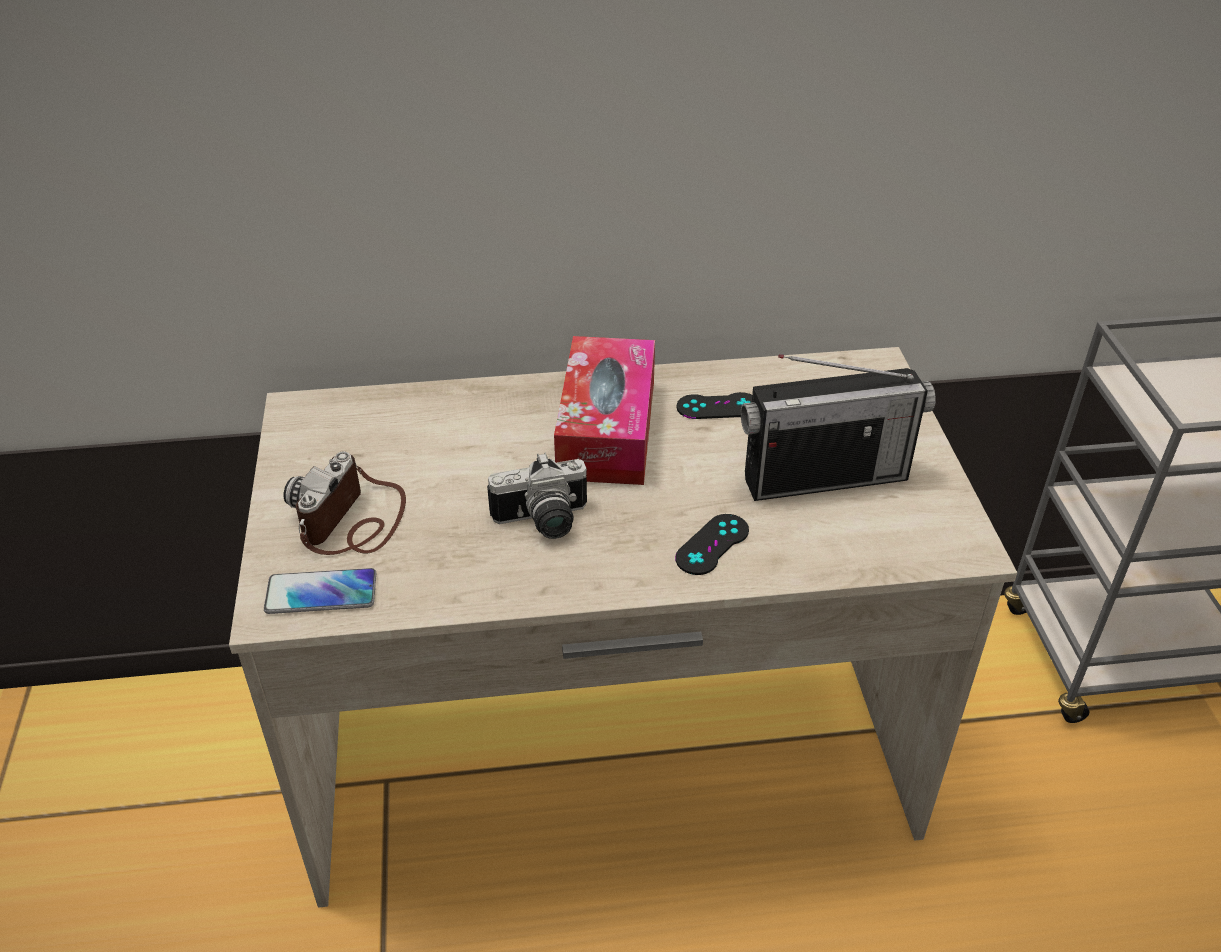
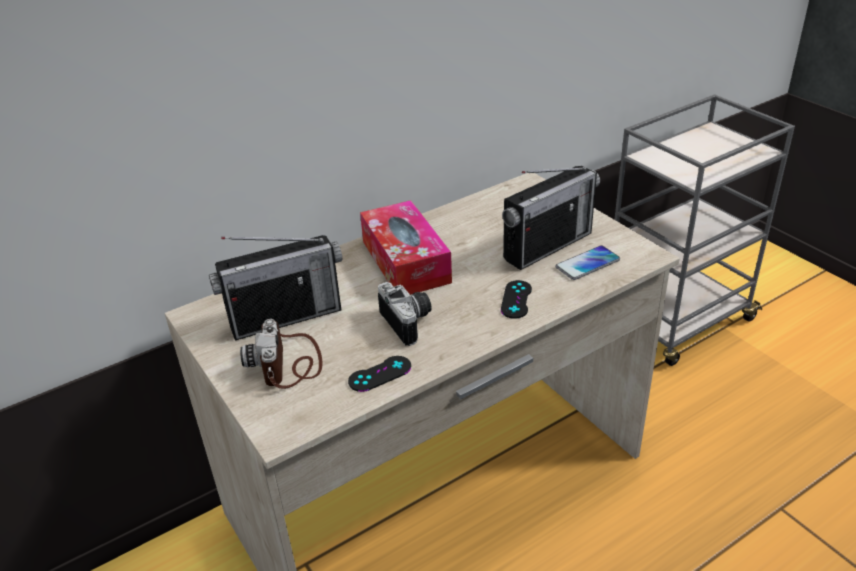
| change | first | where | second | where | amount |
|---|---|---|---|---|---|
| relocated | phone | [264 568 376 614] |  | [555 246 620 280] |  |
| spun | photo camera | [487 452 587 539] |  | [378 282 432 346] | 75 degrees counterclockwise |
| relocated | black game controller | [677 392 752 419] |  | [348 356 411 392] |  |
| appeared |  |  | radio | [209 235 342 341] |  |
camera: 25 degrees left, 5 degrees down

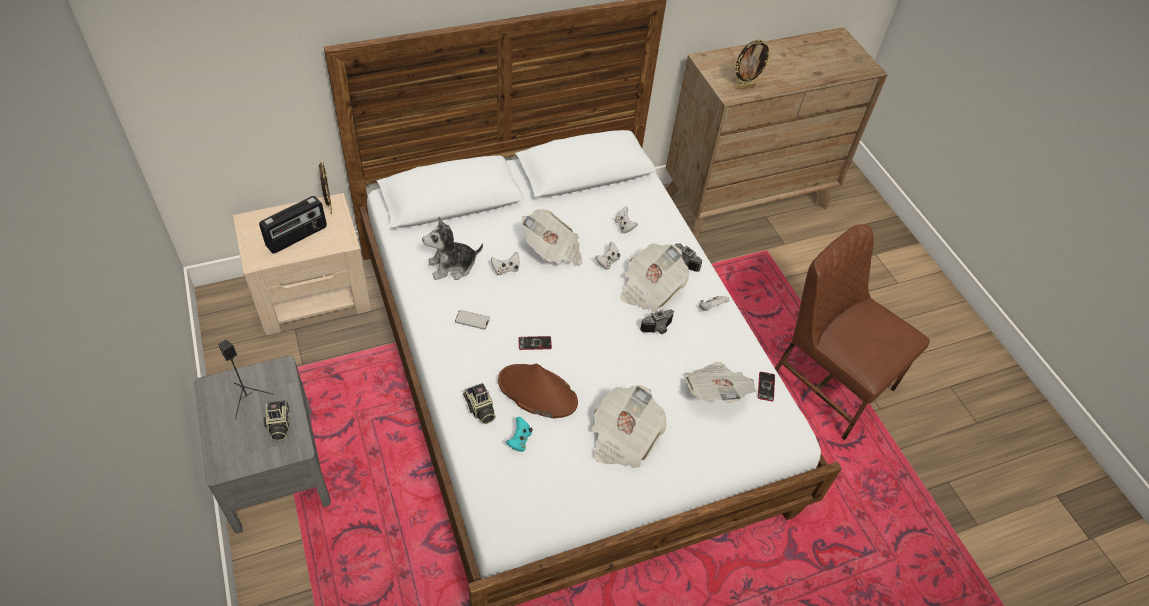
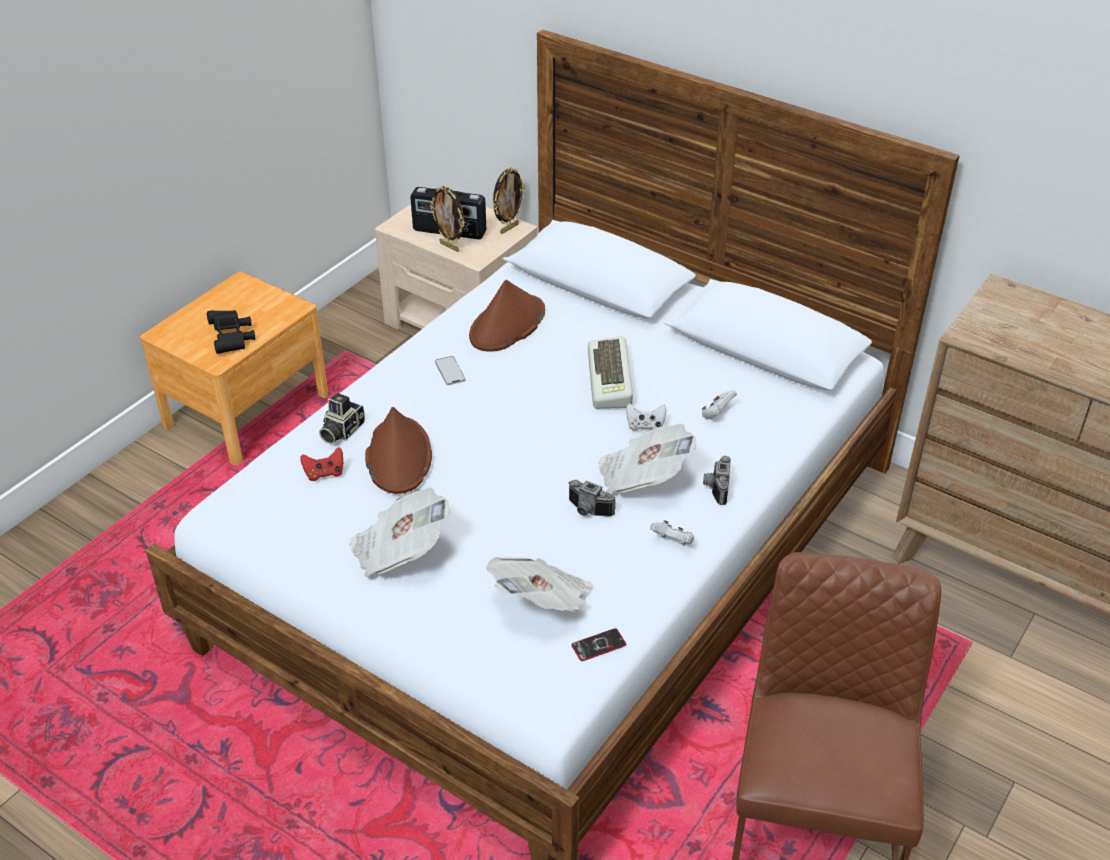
| change | first | where | second | where | amount |
|---|---|---|---|---|---|
| colour | grey nightstand | [194 356 331 533] | brown nightstand | [140 272 329 465] |  |
| missing | black speaker | [218 340 274 419] |  |  |  |
| exchanged | photo camera | [263 400 290 441] | black binoculars | [207 310 255 354] |  |
| exchanged | plush toy | [422 217 483 280] | brown hat | [469 280 545 352] |  |
| missing | white game controller | [491 252 519 275] |  |  |  |
| colour | turquoise game controller | [506 417 533 452] | red game controller | [301 447 343 481] |  |
| missing | phone | [518 336 552 350] |  |  |  |
| exchanged | newspaper | [521 209 582 265] | keyboard | [588 336 633 409] |  |
| relocated | picture frame | [735 39 771 89] |  | [430 185 465 252] |  |
camera: 60 degrees right, 10 degrees down

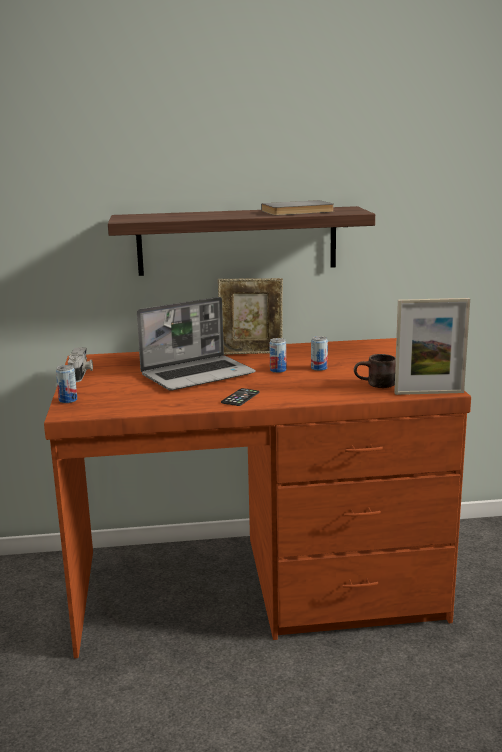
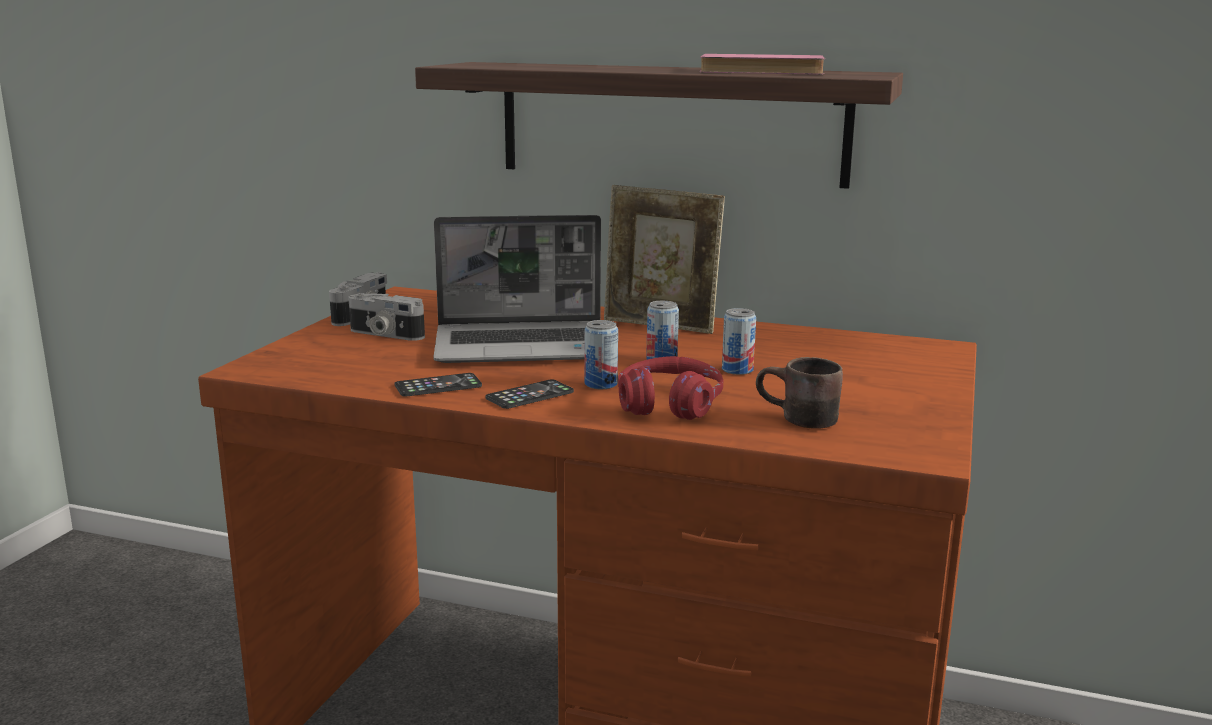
| change | first | where | second | where | amount |
|---|---|---|---|---|---|
| relocated | can | [56 365 77 403] |  | [585 320 618 389] |  |
| colour | grey book | [261 200 334 215] | pink book | [700 54 825 75] |  |
| missing | picture frame | [394 298 470 395] |  |  |  |
| appeared |  |  | photo camera | [348 293 425 341] |  |
| appeared |  |  | phone | [394 373 482 397] |  |
| appeared |  |  | red headphones | [618 356 723 420] |  |
camera: 25 degrees right, 0 degrees up

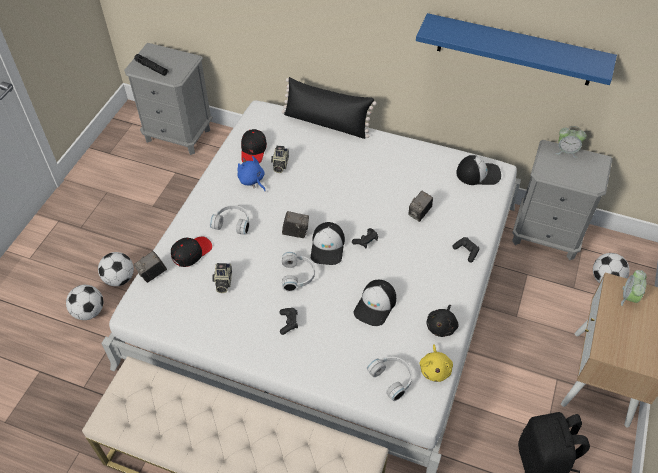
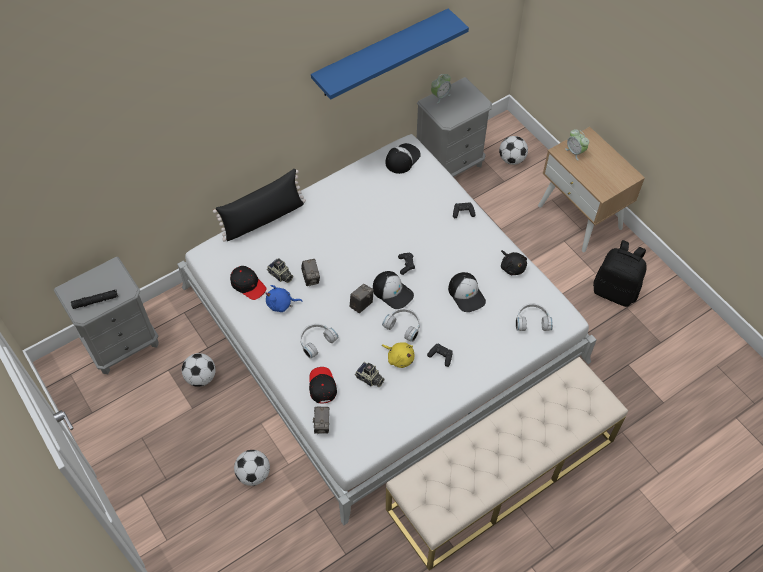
| change | first | where | second | where | amount |
|---|---|---|---|---|---|
| relocated | football | [66 285 103 320] |  | [182 353 216 387] |  |
| relocated | photo camera | [408 191 433 222] |  | [301 259 320 286] |  |
| relocated | yellow plush toy | [419 344 453 382] |  | [382 343 414 368] |  |
camera: 55 degrees left, 5 degrees up

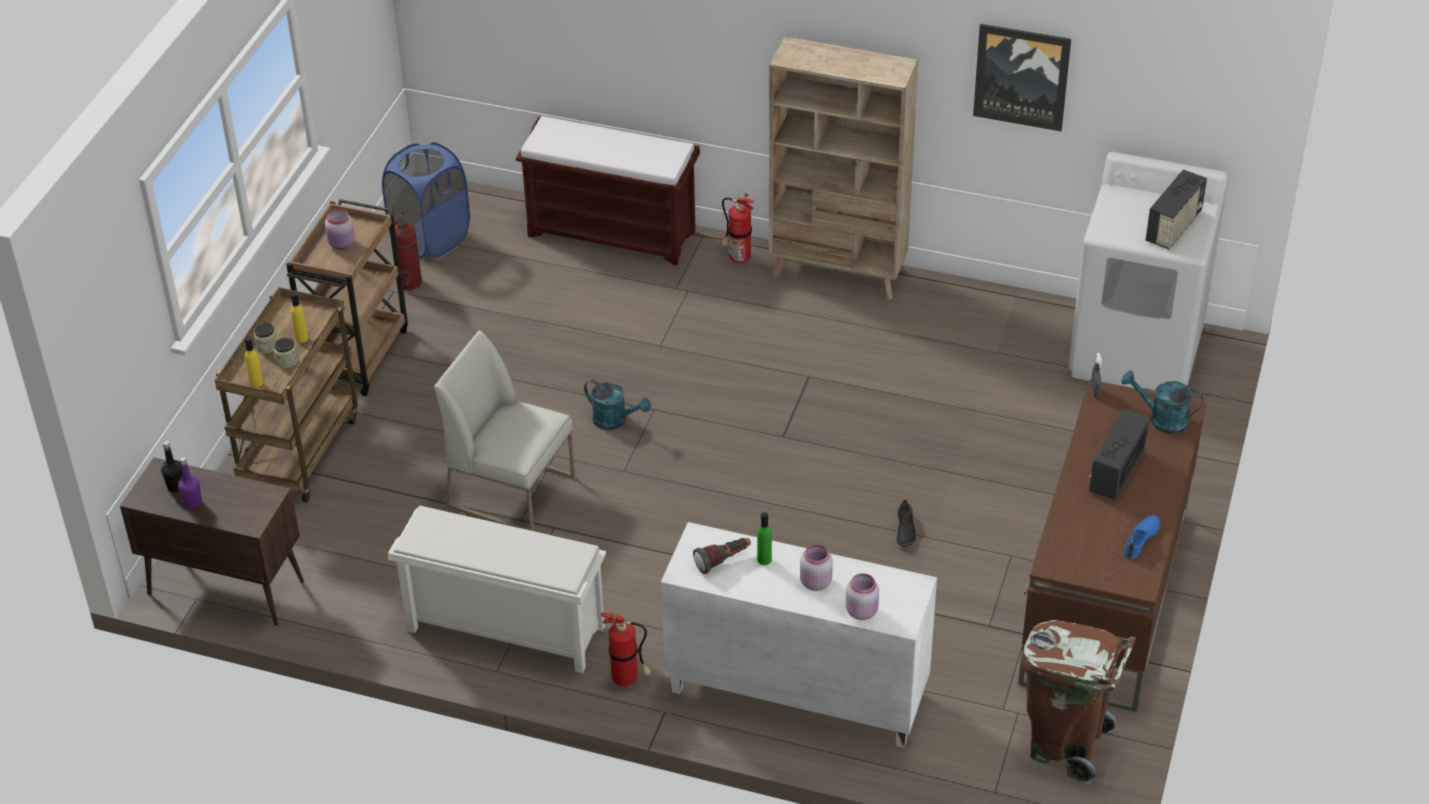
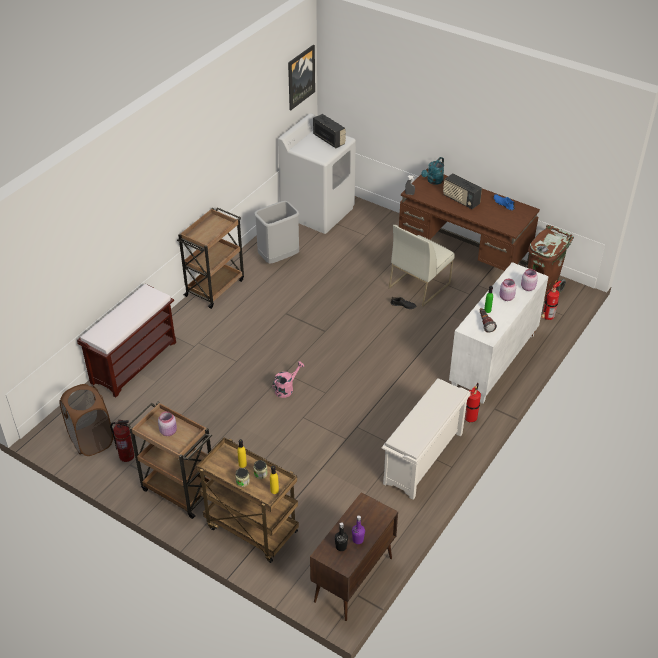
| change | first | where | second | where | amount |
|---|---|---|---|---|---|
| colour | blue laundry basket | [382 142 470 259] | brown laundry basket | [59 384 113 456] |  |
| relocated | white chair | [434 330 575 531] |  | [388 225 455 307] |  |
| colour | turquoise watering can | [584 379 651 430] | pink watering can | [272 361 304 398] |  |
| relocated | fire extinguisher | [721 193 754 263] |  | [541 280 562 320] |  |
| exchanged | beige bookcase | [769 36 918 300] | brown cart | [177 208 244 309] |  |
| relocated | picture | [973 24 1071 131] |  | [288 45 315 110] |  |
| appeared |  |  | grey trash can | [254 201 299 264] |  |
camera: 75 degrees left, 0 degrees up

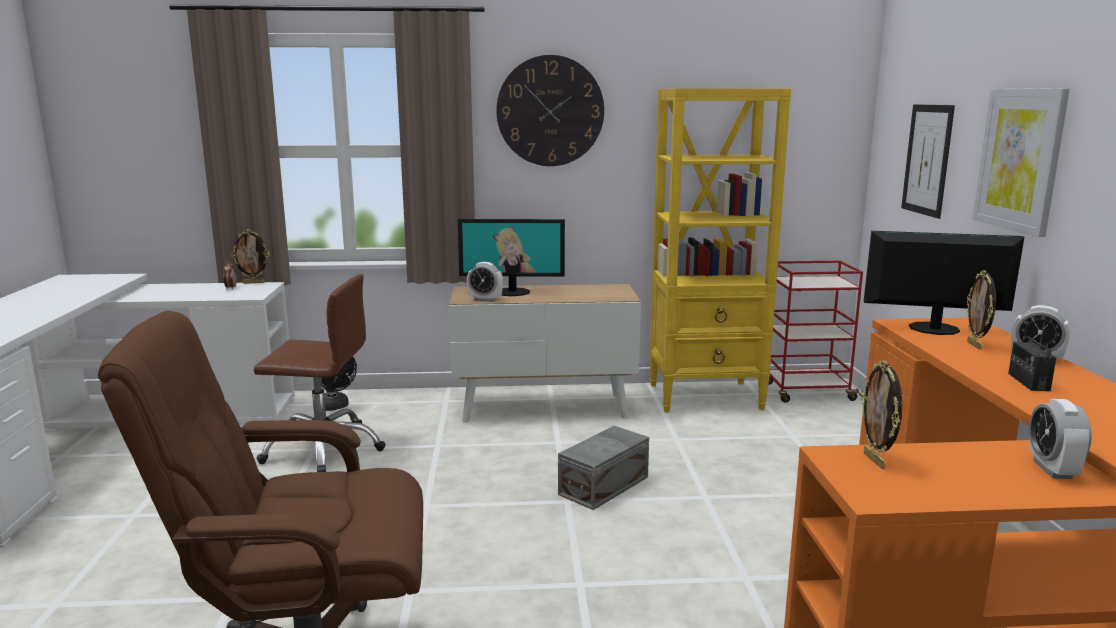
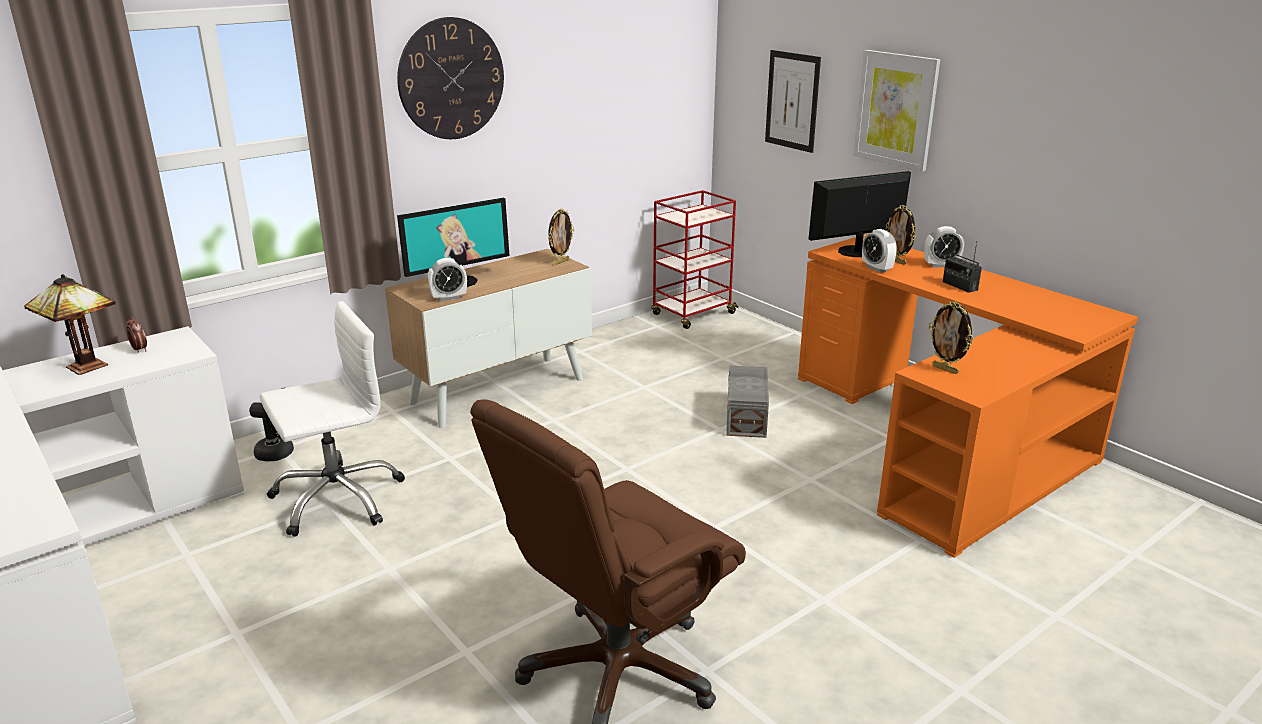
| change | first | where | second | where | amount |
|---|---|---|---|---|---|
| relocated | picture frame | [231 229 270 284] |  | [548 208 574 265] |  |
| colour | brown office chair | [254 274 386 472] | white office chair | [260 301 405 537] |  |
| relocated | grey storage box | [558 426 649 510] |  | [726 365 769 438] |  |
| missing | yellow bookcase | [650 88 791 413] |  |  |  |
| relocated | alarm clock | [1029 399 1092 479] |  | [862 229 897 273] |  |
| appeared |  |  | table lamp | [24 274 116 375] |  |
camera: 35 degrees left, 10 degrees up

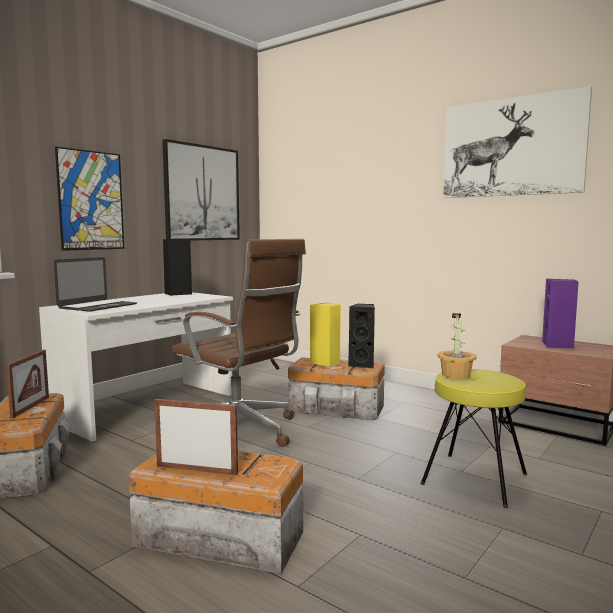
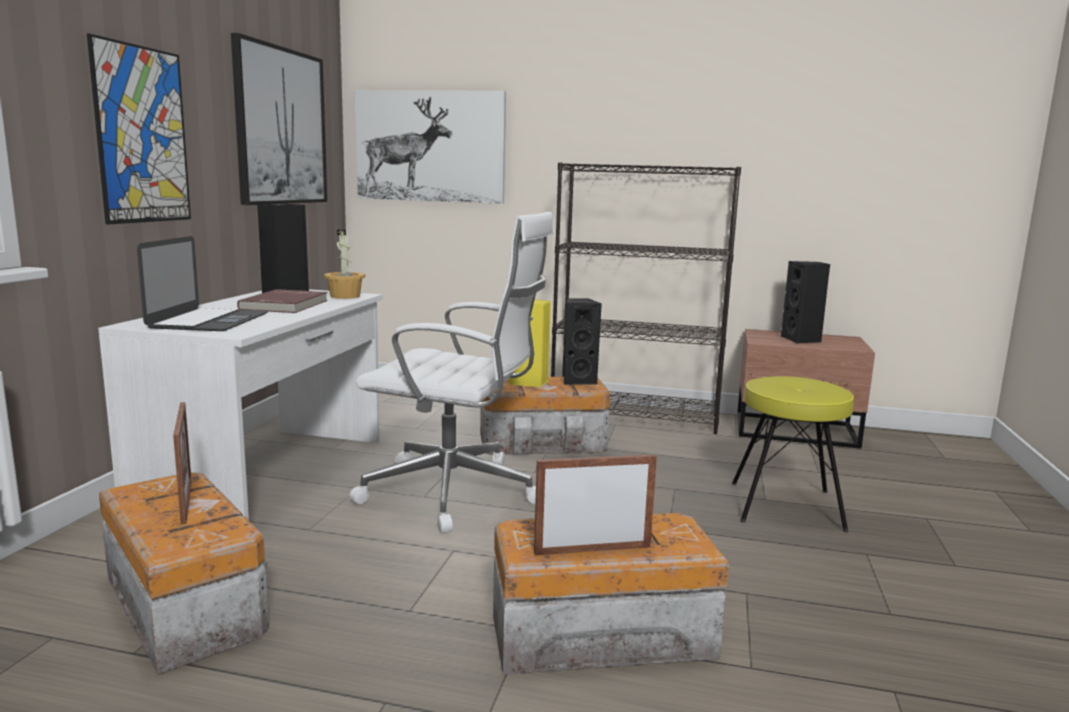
| change | first | where | second | where | amount |
|---|---|---|---|---|---|
| colour | brown office chair | [172 239 306 447] | white office chair | [350 212 554 532] |  |
| relocated | potted plant | [437 313 477 379] |  | [324 230 365 299] |  |
| relocated | picture | [443 86 592 198] |  | [355 90 506 204] |  |
| colour | purple speaker | [542 279 579 348] | black speaker | [781 261 830 344] |  |
| appeared |  |  | red book | [237 289 327 313] |  |
| appeared |  |  | black bookcase | [551 162 741 434] |  |
camera: 25 degrees left, 5 degrees up

